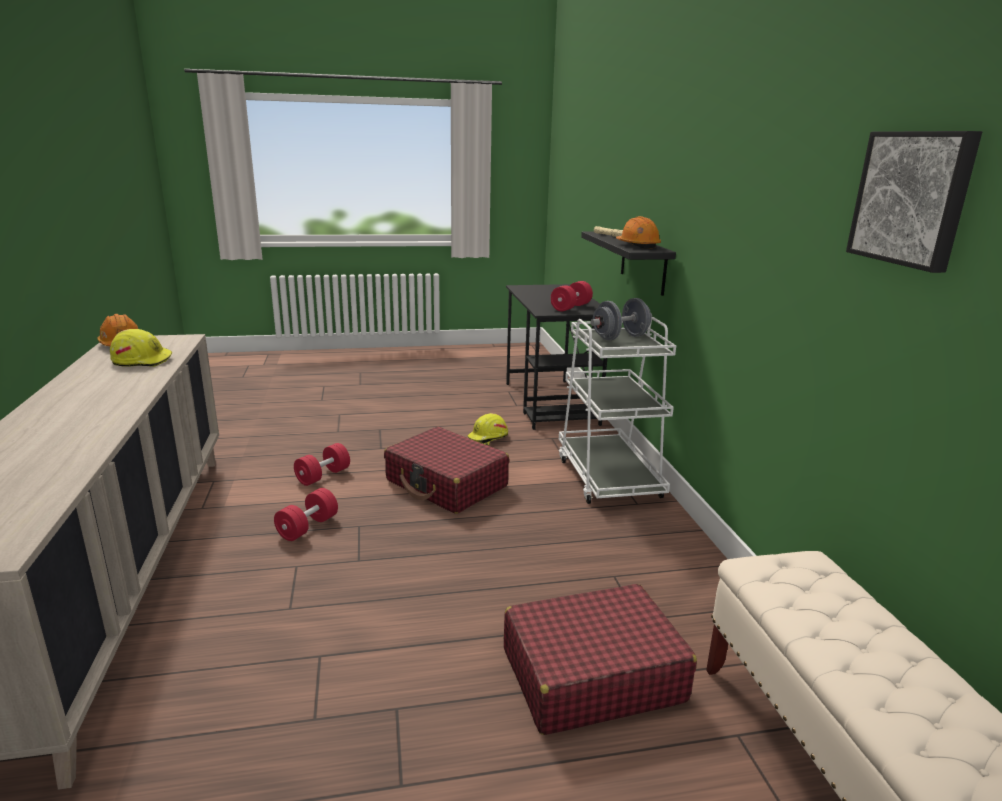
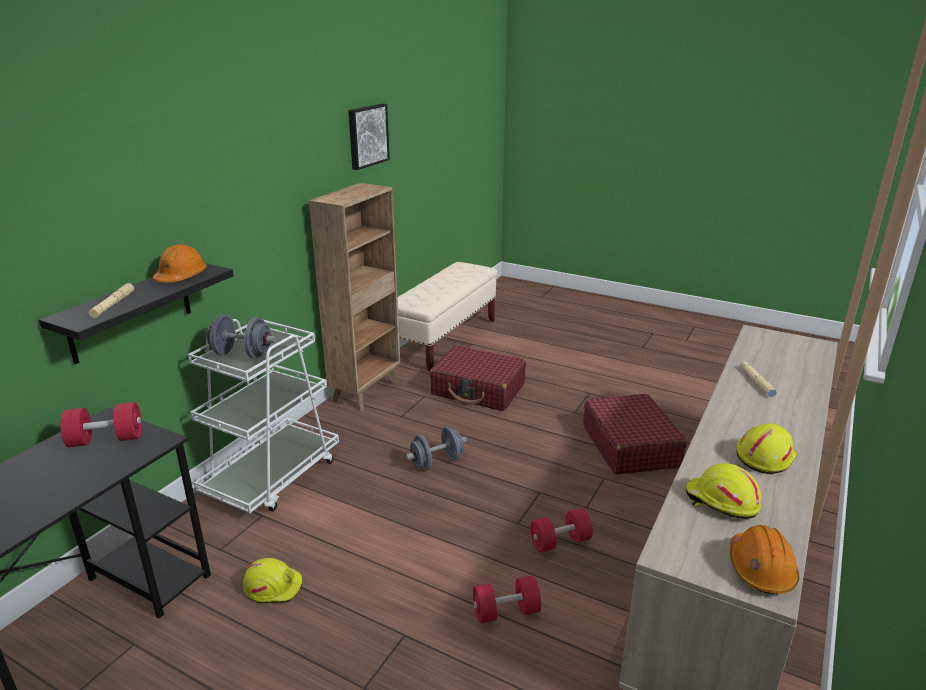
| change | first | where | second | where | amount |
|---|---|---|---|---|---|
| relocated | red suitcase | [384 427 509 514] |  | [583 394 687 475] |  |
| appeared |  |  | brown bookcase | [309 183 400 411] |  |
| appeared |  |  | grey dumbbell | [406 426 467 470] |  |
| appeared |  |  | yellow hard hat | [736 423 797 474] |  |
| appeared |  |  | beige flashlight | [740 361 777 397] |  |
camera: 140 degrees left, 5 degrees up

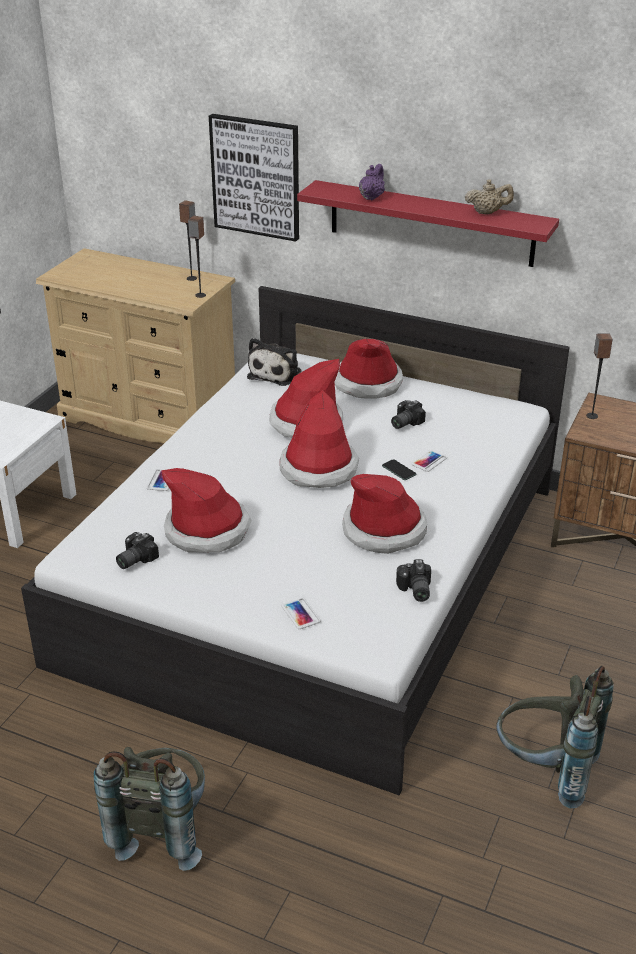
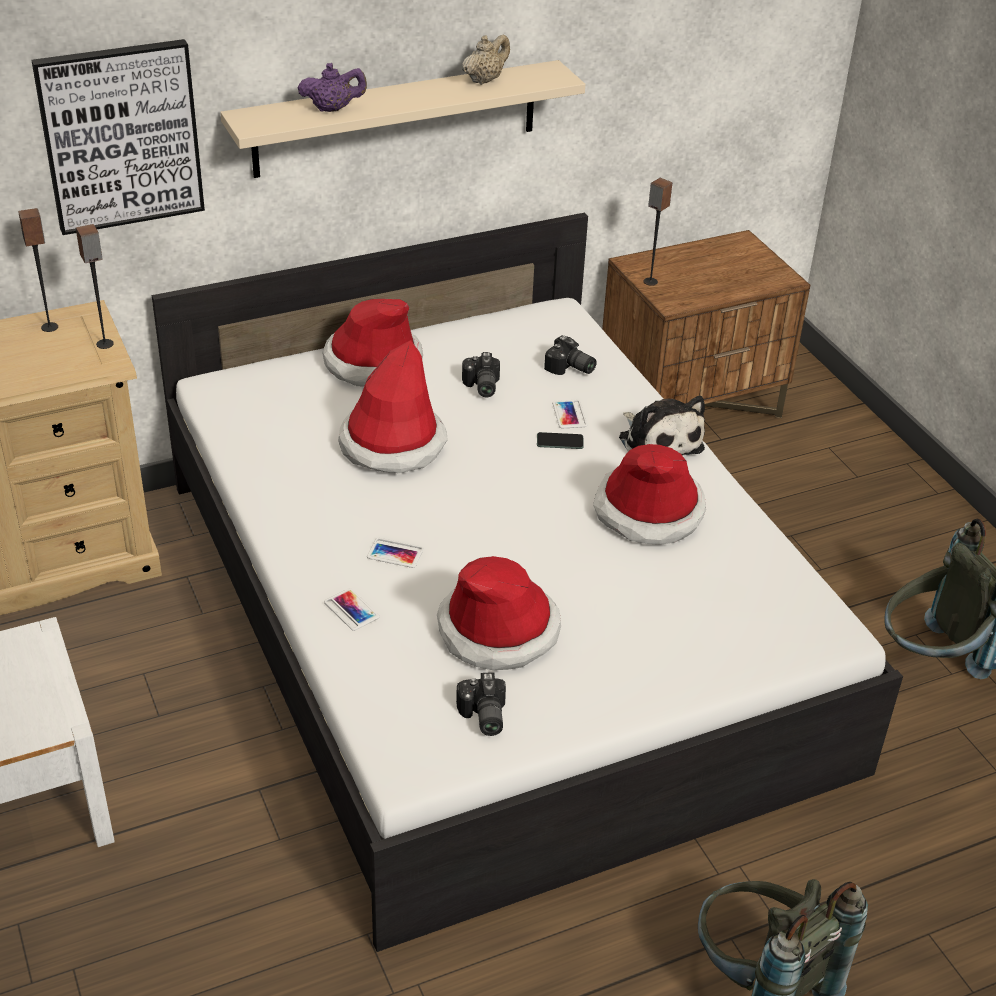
| change | first | where | second | where | amount |
|---|---|---|---|---|---|
| relocated | plush toy | [247 338 301 386] |  | [619 395 705 456] |  |
| missing | hat | [280 390 359 488] |  |  |  |
| relocated | phone | [281 598 321 629] |  | [367 538 424 568] |  |
| colour | red shelf | [297 180 559 267] | beige shelf | [220 60 585 178] |  |
| spun | purple teapot | [359 164 385 200] |  | [297 63 367 112] | 105 degrees clockwise |
| relocated | photo camera | [396 559 431 602] |  | [544 335 597 375] |  |
camera: 50 degrees left, 5 degrees up

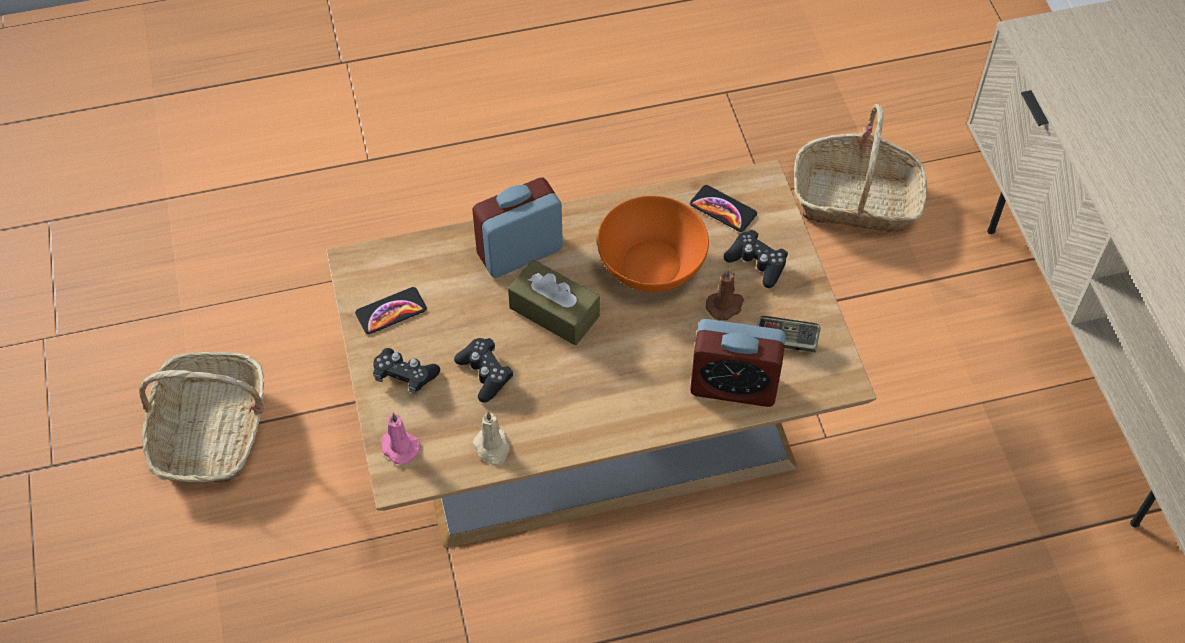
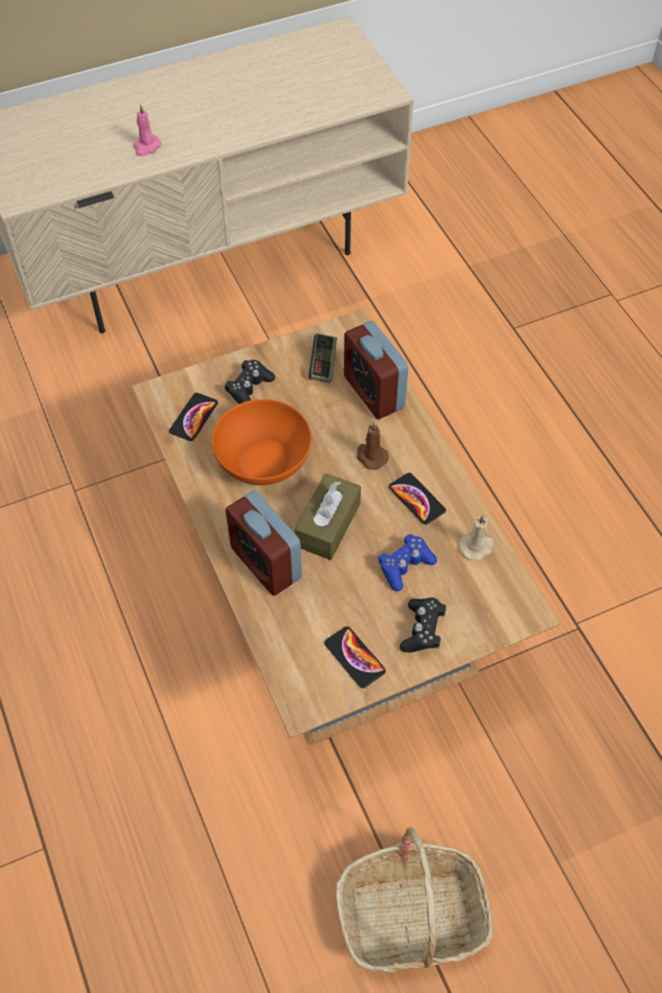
| change | first | where | second | where | amount |
|---|---|---|---|---|---|
| relocated | pink candle | [381 413 420 464] |  | [134 104 161 156] |  |
| colour | black game controller | [454 338 513 403] | blue game controller | [378 534 437 591] |  |
| spun | alarm clock | [690 319 786 407] |  | [344 321 408 419] | 150 degrees clockwise |
| relocated | brown candle | [706 268 744 320] |  | [357 422 389 470] |  |
| missing | basket | [794 104 927 232] |  |  |  |
| appeared |  |  | phone | [389 473 446 525] |  |
camera: 100 degrees left, 0 degrees up

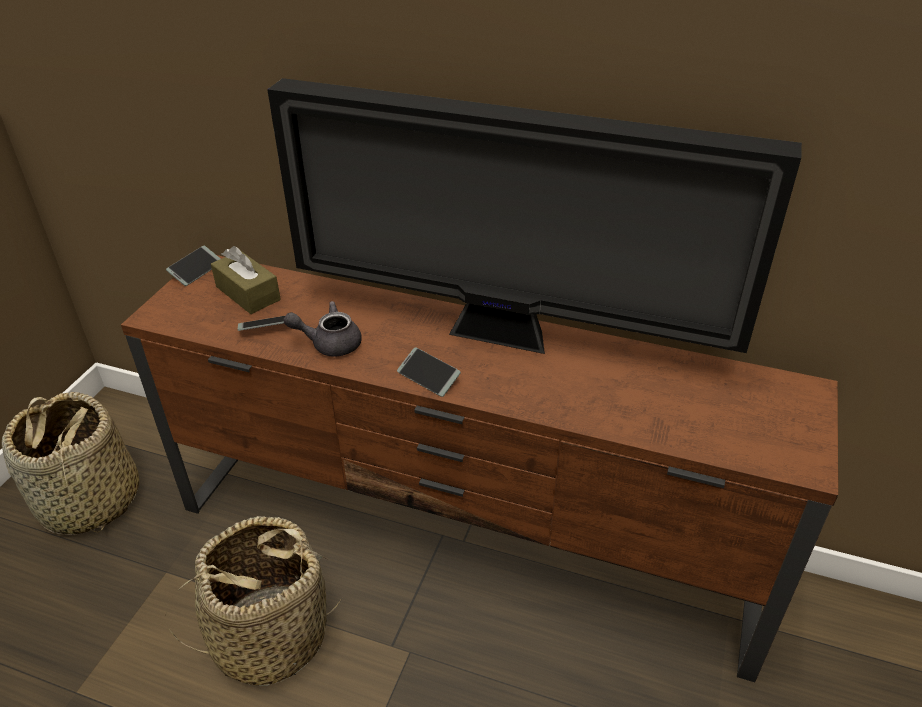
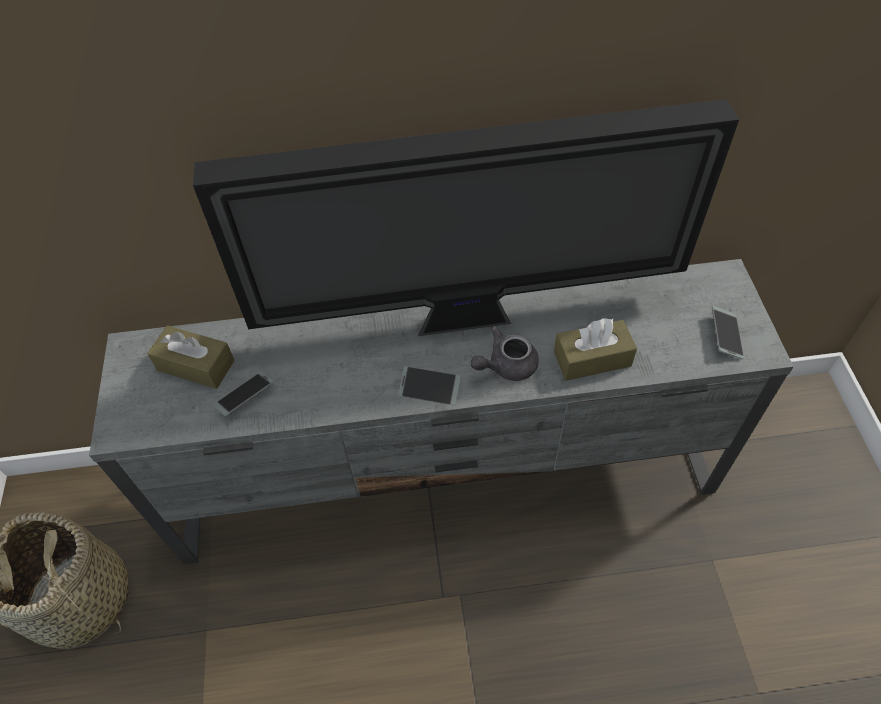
| change | first | where | second | where | amount |
|---|---|---|---|---|---|
| colour | brown tv stand | [121 255 838 682] | grey tv stand | [89 259 794 565] |  |
| relocated | phone | [166 246 221 286] |  | [712 306 744 359] |  |
| missing | basket | [169 516 342 686] |  |  |  |
| relocated | grey teapot | [283 301 362 357] |  | [471 326 539 381] |  |
| appeared |  |  | brown tissue box | [554 318 637 381] |  |
camera: 25 degrees left, 15 degrees up

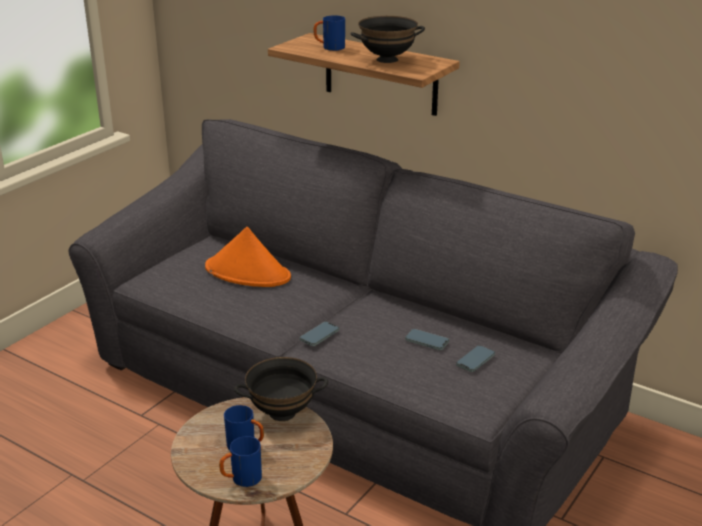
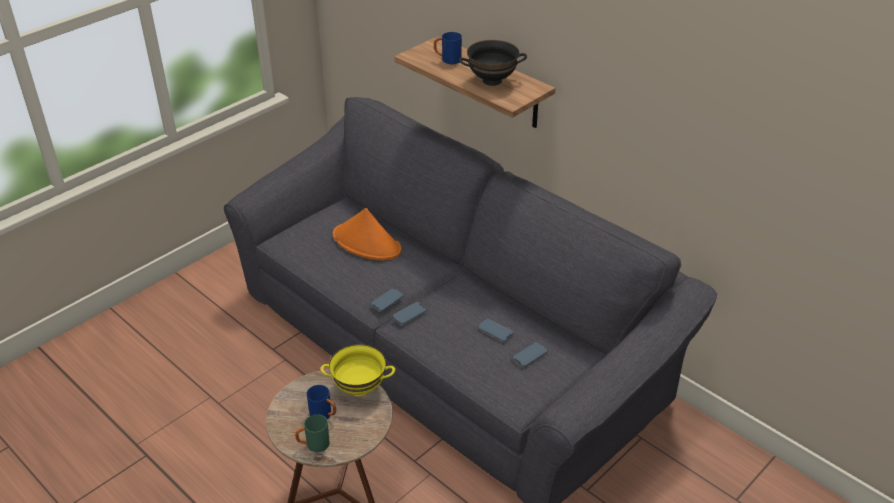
| change | first | where | second | where | amount |
|---|---|---|---|---|---|
| colour | blue mug | [219 436 262 487] | green mug | [295 414 330 452] |  |
| colour | black bowl | [234 357 328 421] | yellow bowl | [321 344 395 396] |  |
| appeared |  |  | phone | [370 288 403 312] |  |
camera: 10 degrees right, 10 degrees up

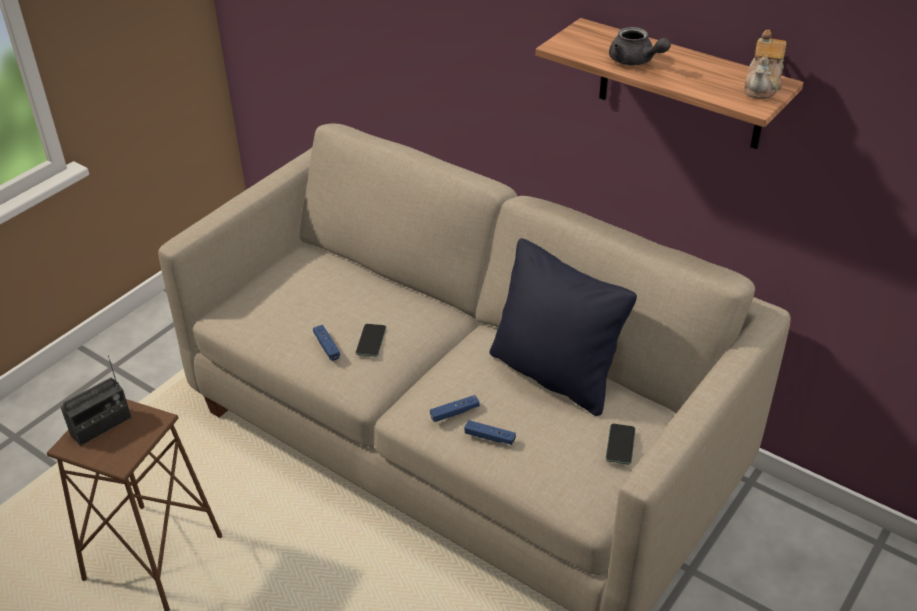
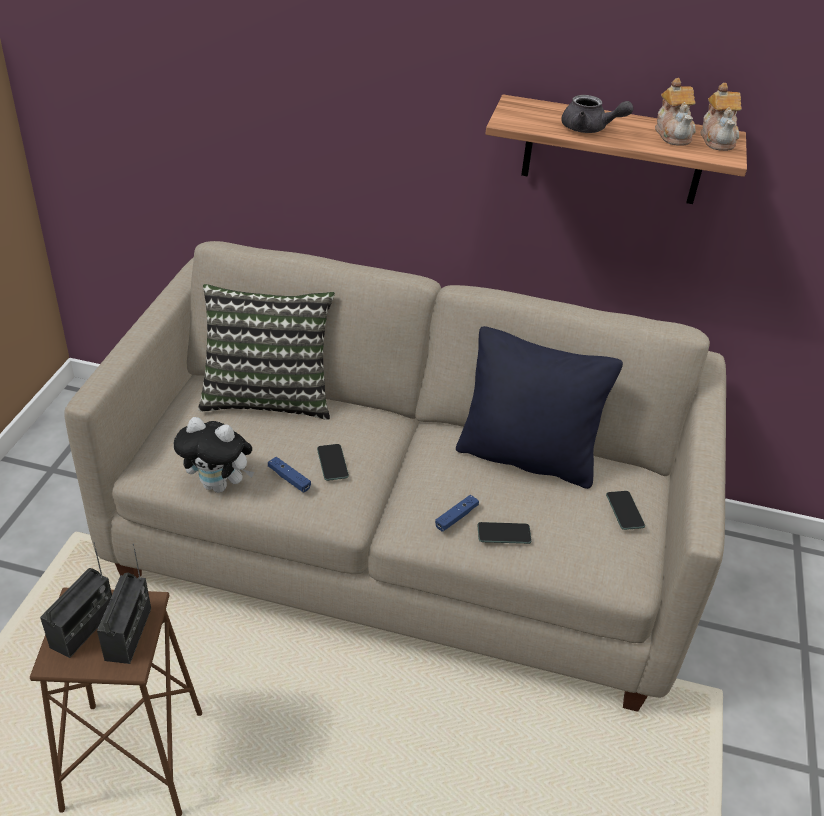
| change | first | where | second | where | amount |
|---|---|---|---|---|---|
| exchanged | blue game controller | [464 420 516 445] | phone | [477 522 532 544] |  |
| appeared |  |  | radio | [97 543 151 664] |  |
| appeared |  |  | plush toy | [174 417 254 493] |  |
| appeared |  |  | pillow | [198 284 335 420] |  |
| appeared |  |  | teapot | [655 78 696 146] |  |
camera: 25 degrees left, 0 degrees up

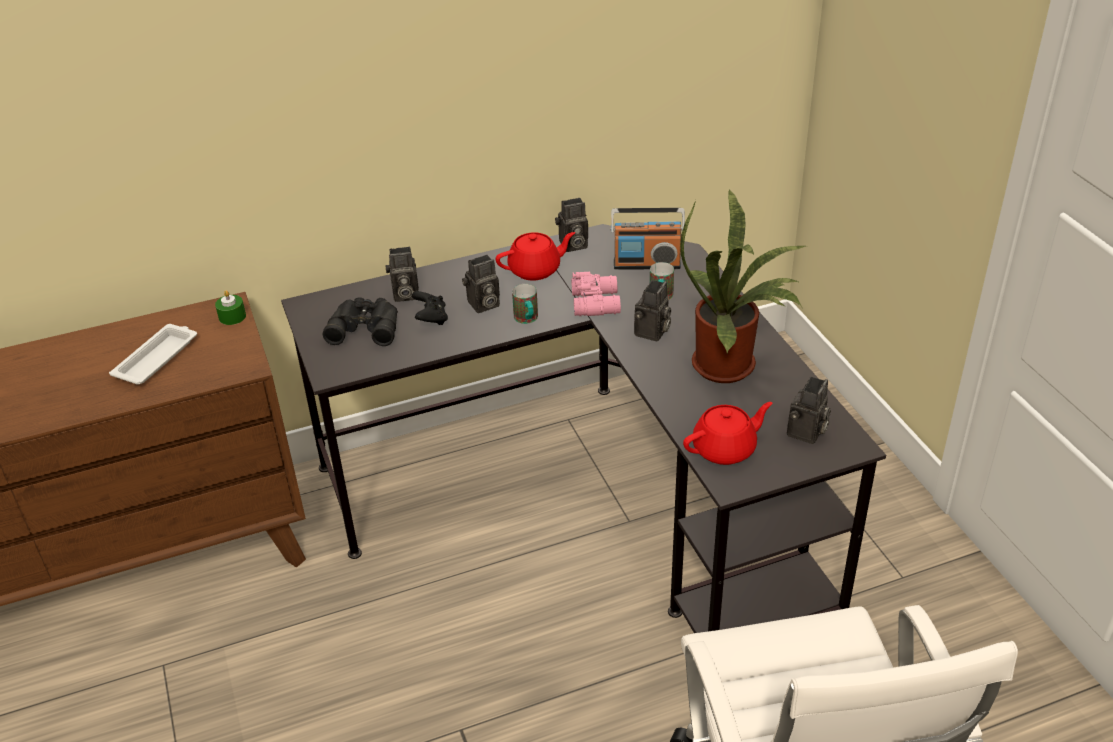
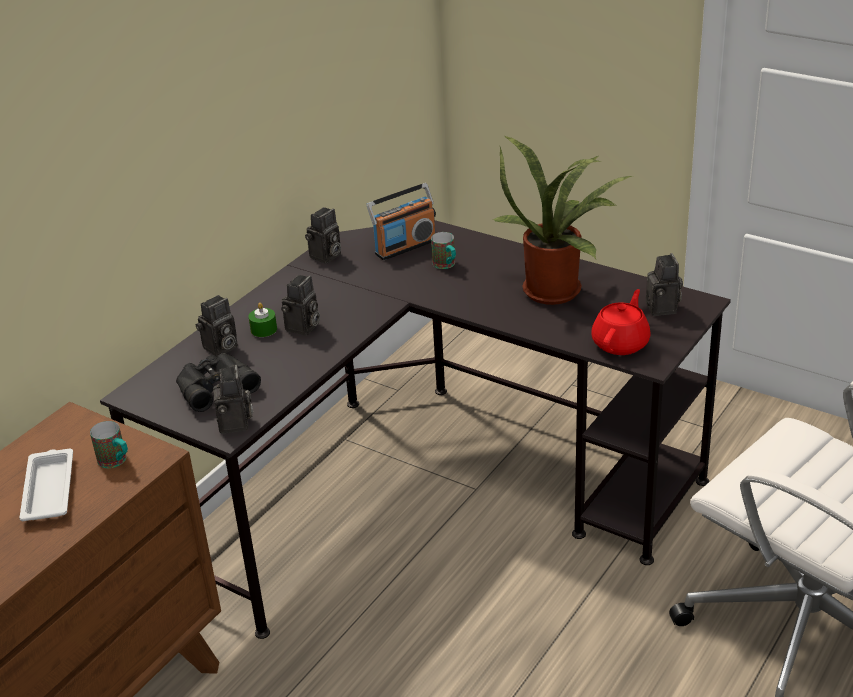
| change | first | where | second | where | amount |
|---|---|---|---|---|---|
| relocated | green candle | [215 290 246 325] |  | [248 303 277 337] |  |
| missing | black game controller | [412 291 448 325] |  |  |  |
| missing | red teapot | [496 232 575 280] |  |  |  |
| relocated | mug | [512 284 538 324] |  | [90 421 128 468] |  |
| missing | pink binoculars | [571 272 621 316] |  |  |  |
| relocated | photo camera | [634 280 671 341] |  | [213 365 253 434] |  |
camera: 35 degrees left, 5 degrees down

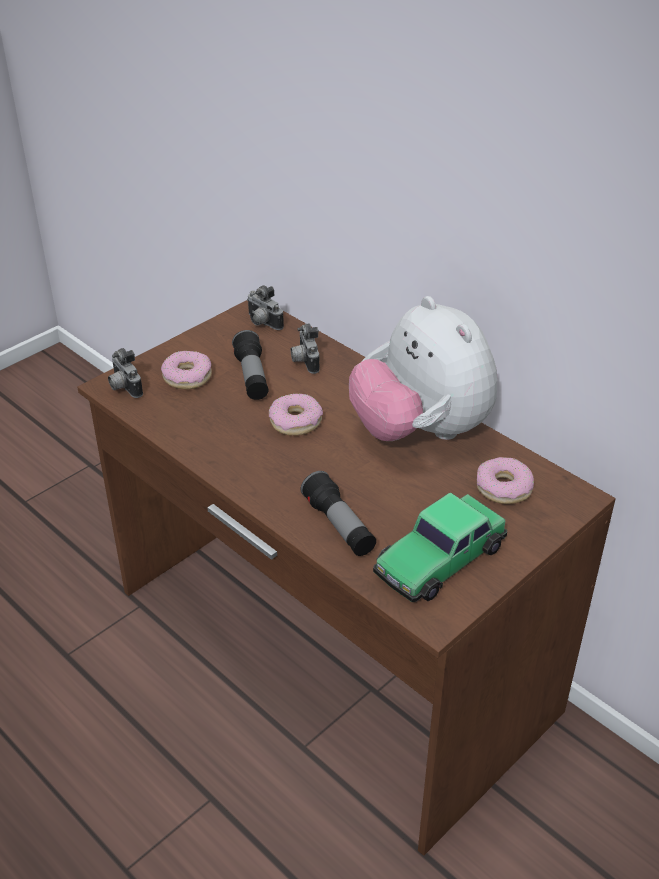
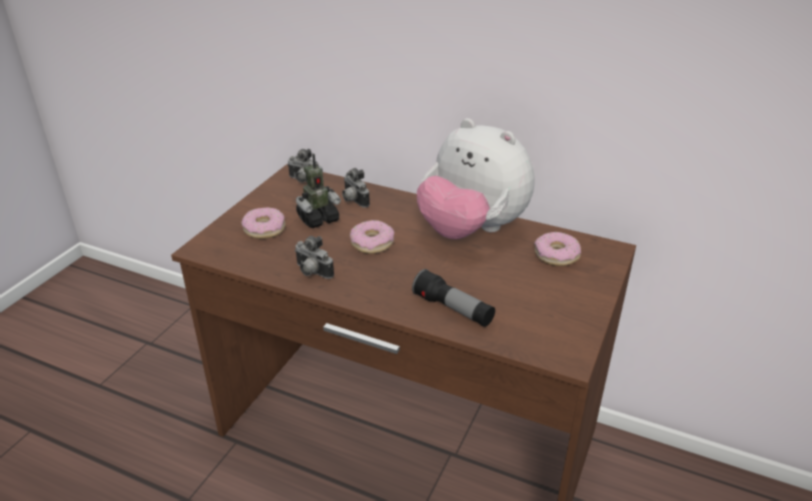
| change | first | where | second | where | amount |
|---|---|---|---|---|---|
| relocated | photo camera | [108 348 143 398] |  | [295 236 334 279] |  |
| exchanged | flashlight | [232 330 268 400] | toy robot | [296 153 341 228] |  |
| missing | toy car | [373 493 507 602] |  |  |  |
camera: 20 degrees left, 5 degrees down

